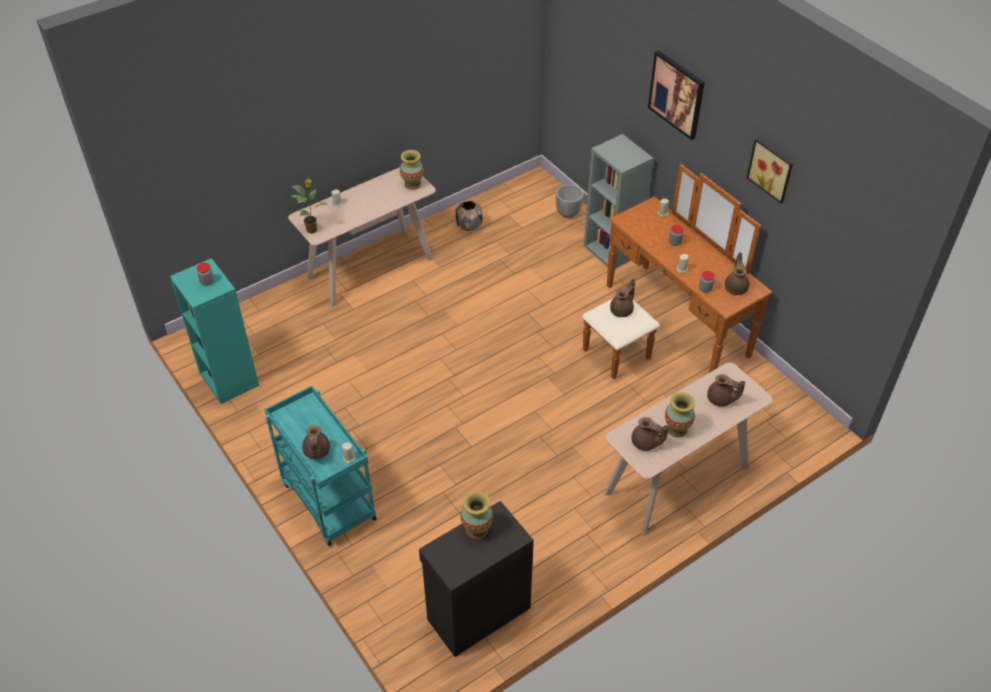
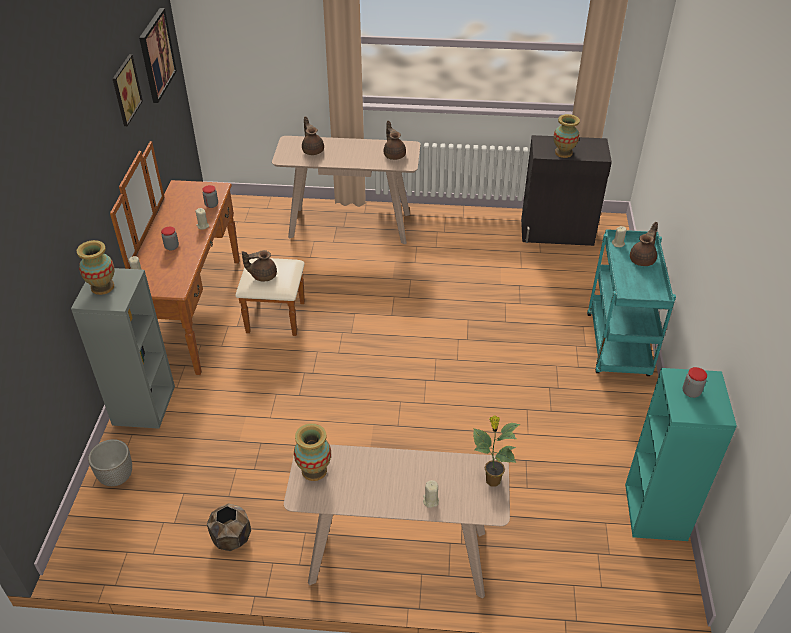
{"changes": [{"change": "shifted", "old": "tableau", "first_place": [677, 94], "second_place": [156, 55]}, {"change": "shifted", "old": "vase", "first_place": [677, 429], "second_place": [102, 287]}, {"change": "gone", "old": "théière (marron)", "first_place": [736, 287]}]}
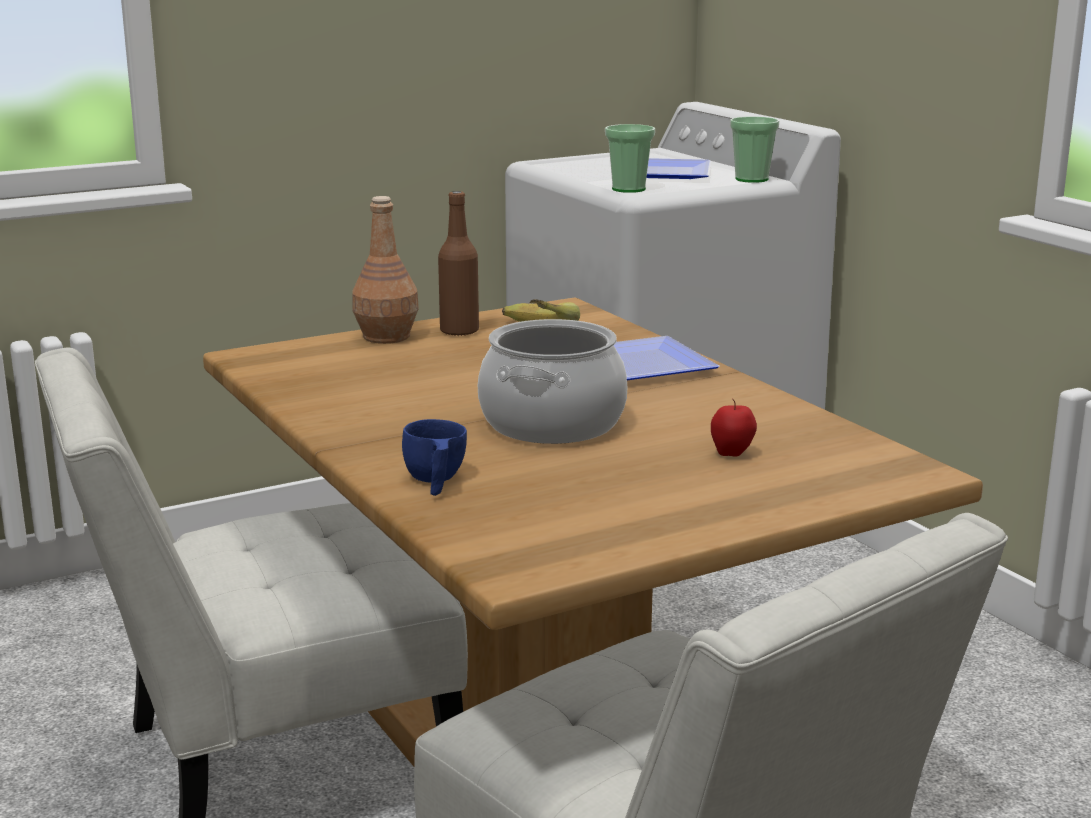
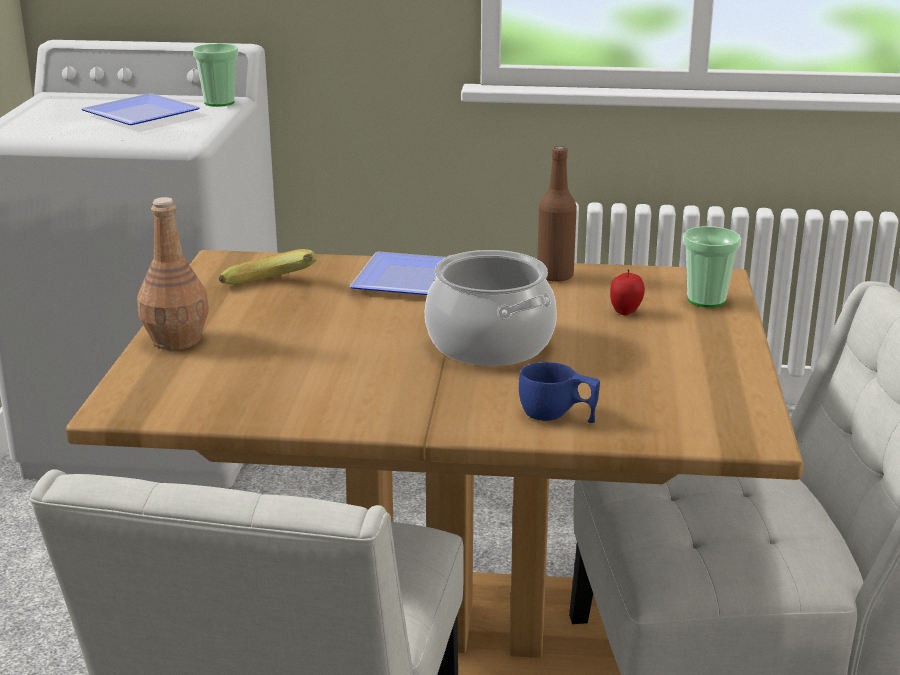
{"changes": [{"change": "shifted", "old": "bouteille (marron)", "first_place": [459, 331], "second_place": [555, 276]}, {"change": "shifted", "old": "tasse", "first_place": [628, 189], "second_place": [706, 300]}]}
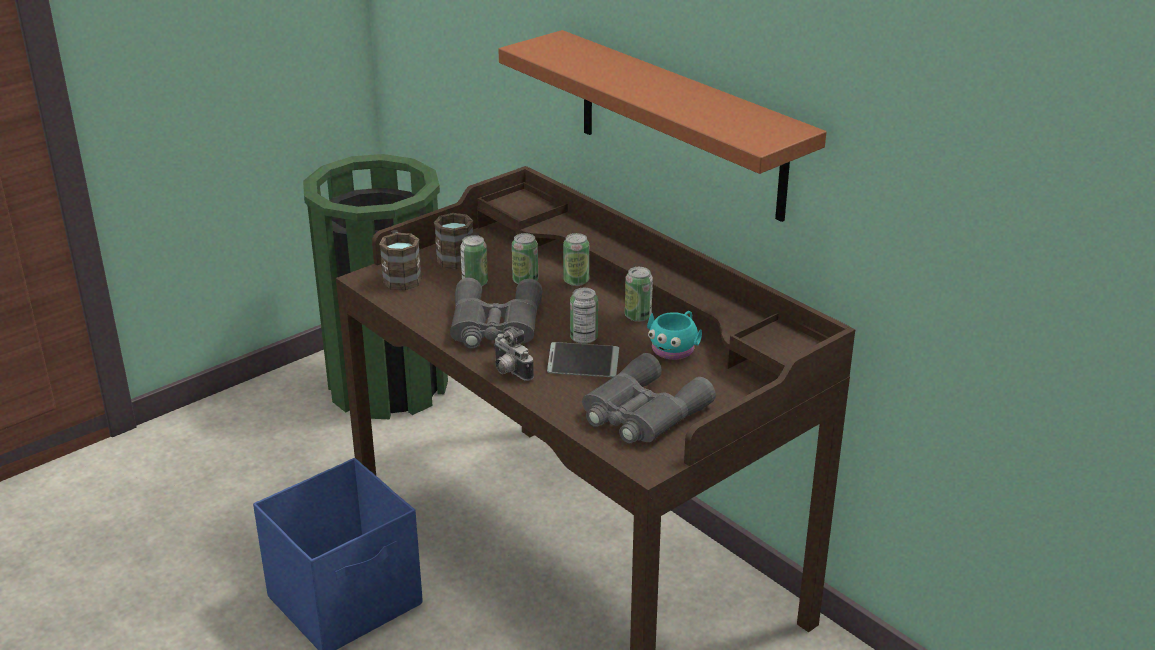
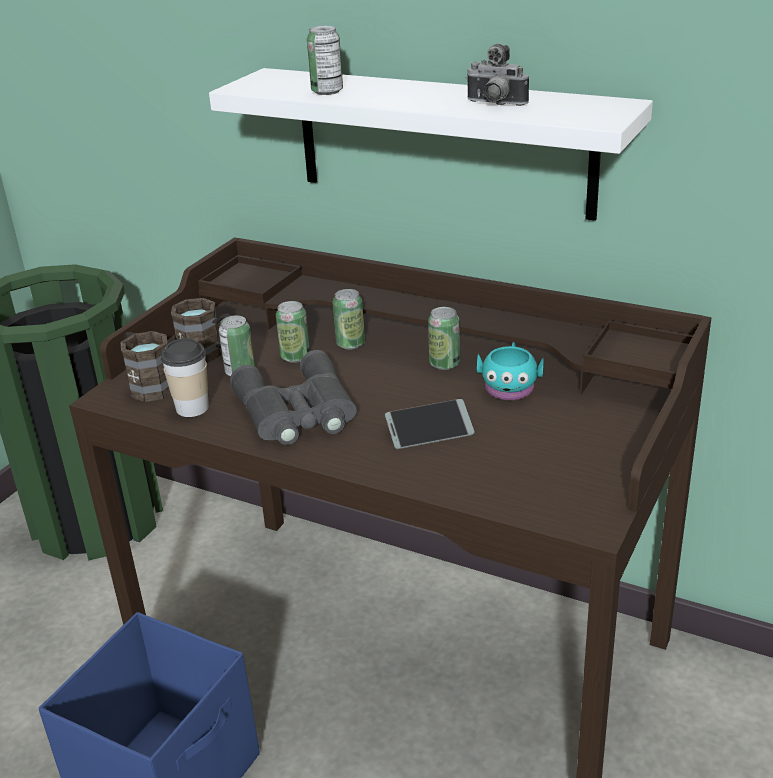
{"changes": [{"change": "shifted", "old": "appareil photo", "first_place": [509, 372], "second_place": [495, 104]}, {"change": "repainted", "old": "étagère (marron)", "new": "étagère (blanc)", "first_place": [680, 125], "second_place": [442, 142]}, {"change": "shifted", "old": "boîte métallique", "first_place": [584, 338], "second_place": [327, 91]}, {"change": "gone", "old": "jumelles (gris)", "first_place": [641, 413]}, {"change": "new", "new": "tasse", "second_place": [192, 408]}]}
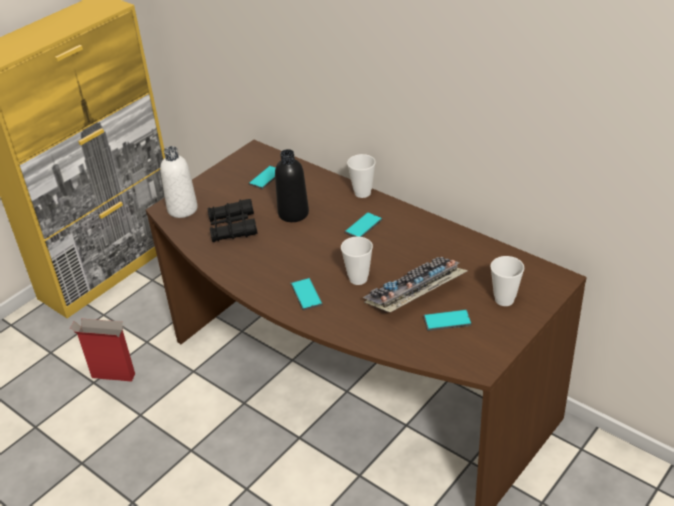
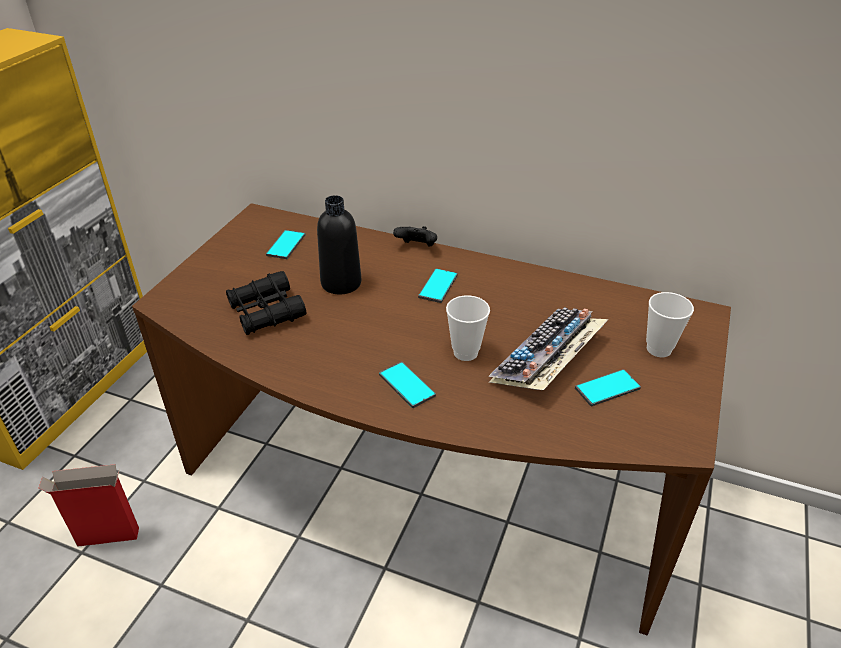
{"changes": [{"change": "gone", "old": "bouteille (blanc)", "first_place": [182, 209]}, {"change": "swapped", "old": "tasse", "new": "manette (noir)", "first_place": [362, 193], "second_place": [417, 247]}]}
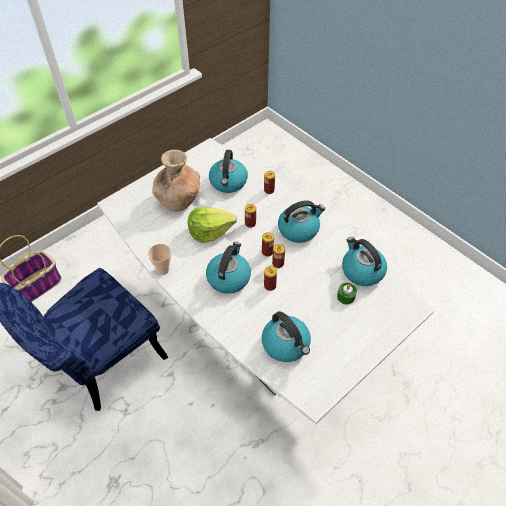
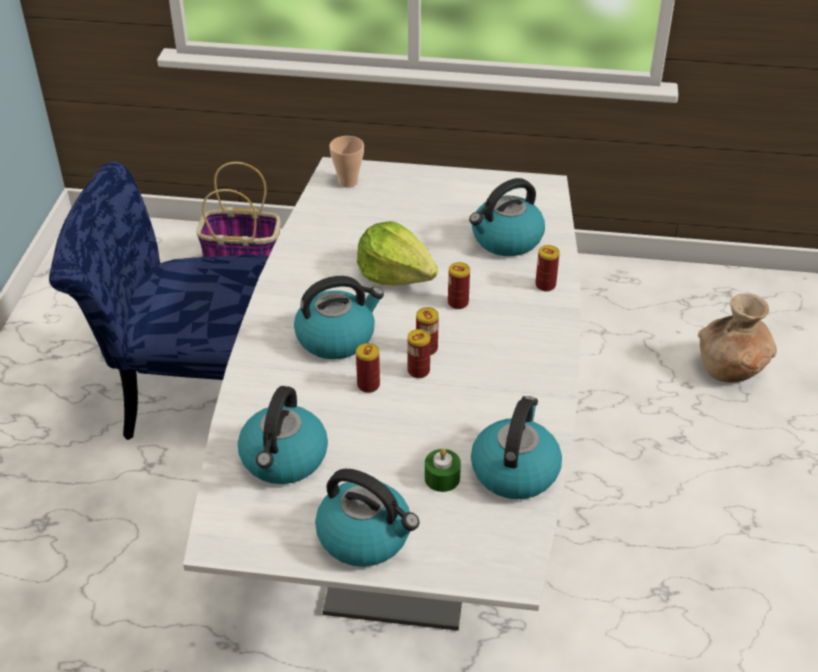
{"changes": [{"change": "shifted", "old": "tasse", "first_place": [163, 269], "second_place": [348, 182]}, {"change": "shifted", "old": "vase (marron)", "first_place": [179, 199], "second_place": [731, 368]}, {"change": "shifted", "old": "bouilloire", "first_place": [299, 229], "second_place": [366, 536]}]}
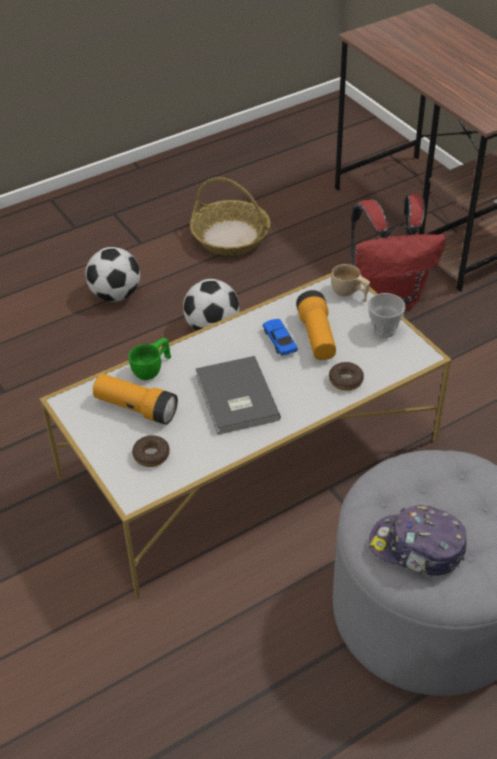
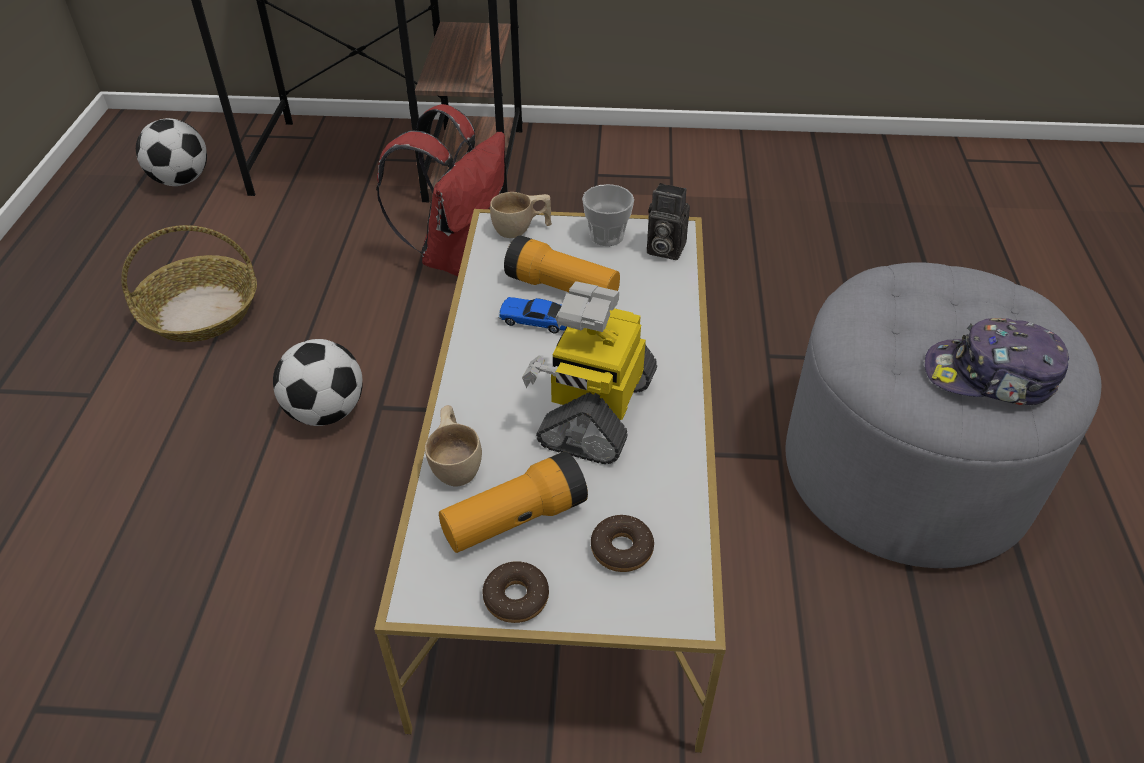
{"changes": [{"change": "shifted", "old": "ballon de foot", "first_place": [116, 295], "second_place": [181, 180]}, {"change": "repainted", "old": "tasse (vert)", "new": "tasse (beige)", "first_place": [152, 369], "second_place": [456, 462]}, {"change": "swapped", "old": "livre (gris)", "new": "robot jouet", "first_place": [235, 398], "second_place": [595, 410]}, {"change": "shifted", "old": "beignet", "first_place": [345, 380], "second_place": [516, 597]}, {"change": "rotated", "old": "casquette", "first_place": [417, 548], "second_place": [990, 377], "degrees": 45}, {"change": "new", "new": "appareil photo", "second_place": [663, 249]}]}
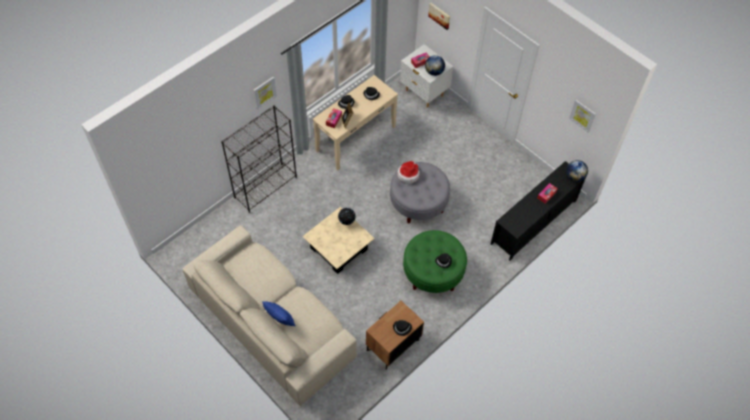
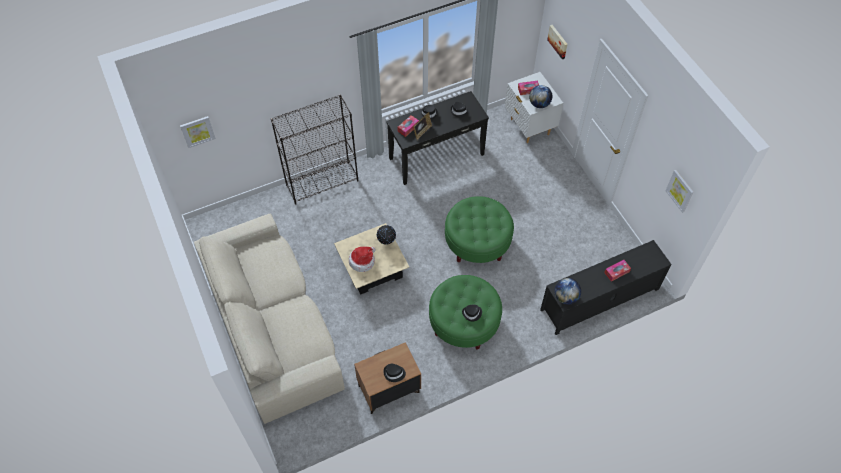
{"changes": [{"change": "shifted", "old": "tableau", "first_place": [264, 92], "second_place": [197, 131]}, {"change": "gone", "old": "coussin (bleu)", "first_place": [280, 319]}, {"change": "repainted", "old": "table console (beige)", "new": "table console (noir)", "first_place": [355, 138], "second_place": [436, 156]}, {"change": "repainted", "old": "pouf (gris)", "new": "pouf (vert)", "first_place": [418, 203], "second_place": [477, 242]}, {"change": "shifted", "old": "chapeau", "first_place": [408, 174], "second_place": [362, 261]}, {"change": "shifted", "old": "globe", "first_place": [574, 177], "second_place": [565, 297]}]}
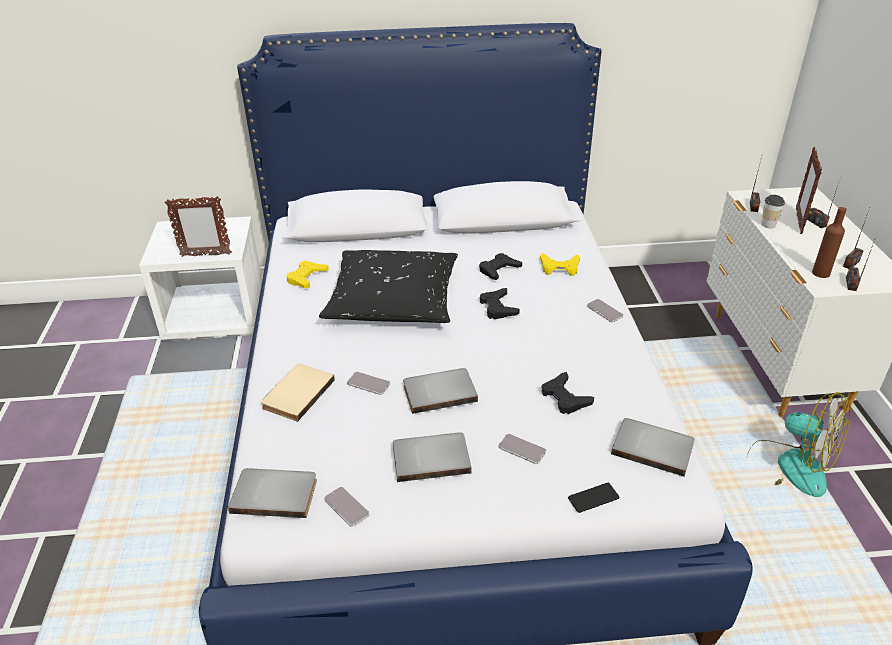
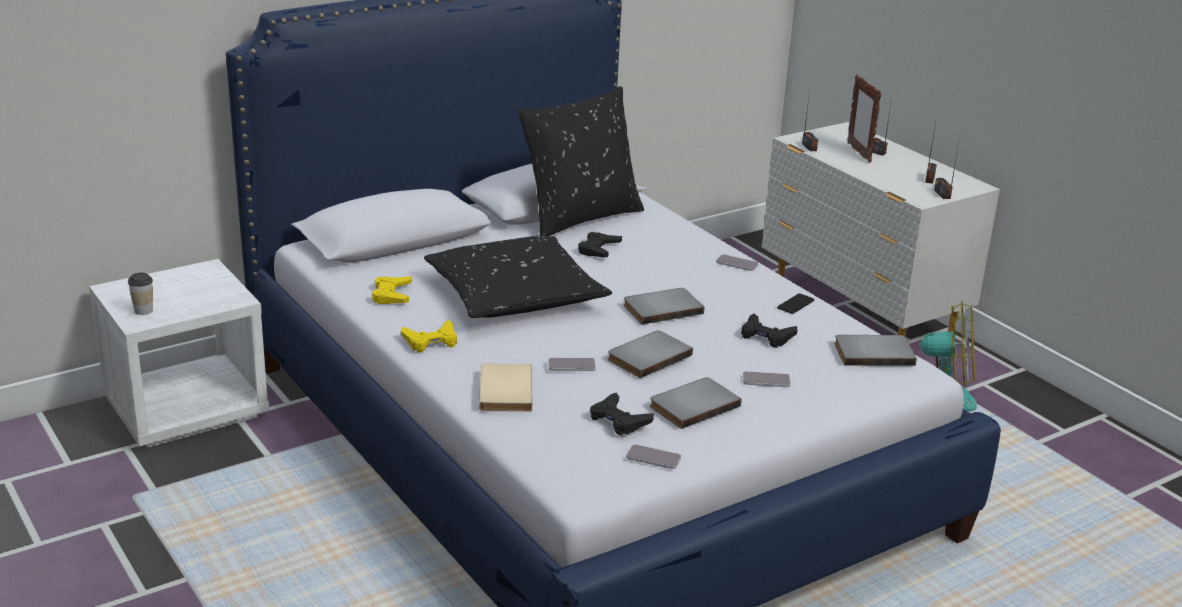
{"changes": [{"change": "gone", "old": "cadre photo", "first_place": [205, 255]}, {"change": "shifted", "old": "livre (gris)", "first_place": [275, 493], "second_place": [661, 308]}, {"change": "shifted", "old": "manette (noir)", "first_place": [498, 307], "second_place": [619, 420]}, {"change": "shifted", "old": "manette (jaune)", "first_place": [559, 268], "second_place": [431, 341]}, {"change": "shifted", "old": "téléphone", "first_place": [593, 498], "second_place": [795, 304]}, {"change": "shifted", "old": "tasse", "first_place": [768, 224], "second_place": [143, 310]}, {"change": "gone", "old": "bouteille (marron)", "first_place": [820, 273]}, {"change": "new", "new": "coussin (noir)", "second_place": [580, 217]}]}
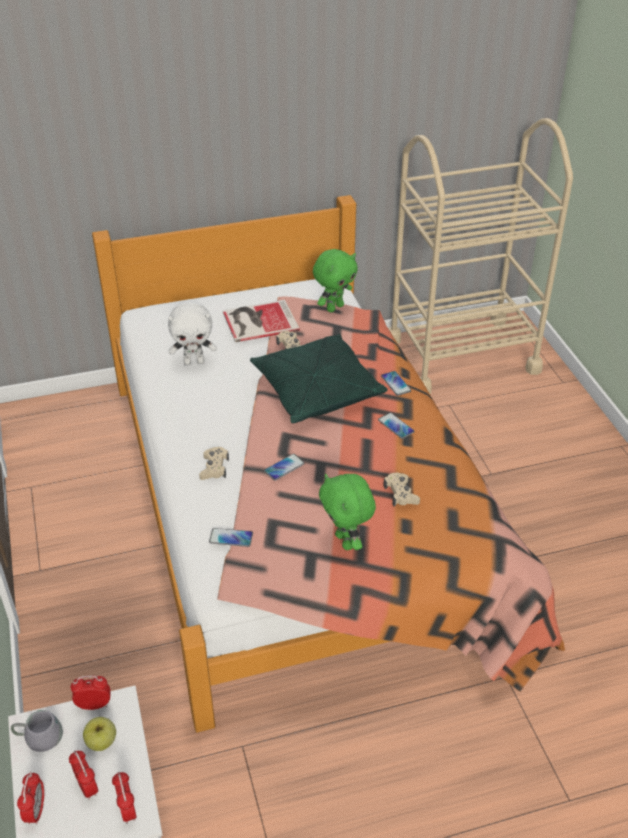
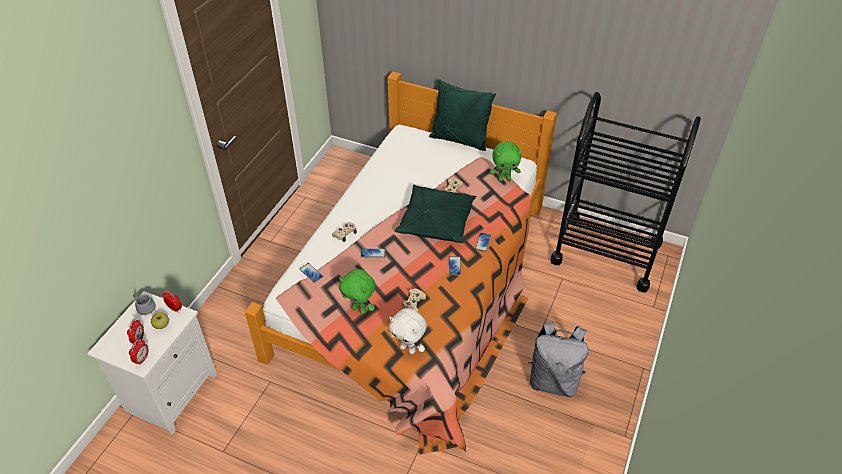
{"changes": [{"change": "gone", "old": "réveil", "first_place": [36, 810]}, {"change": "shifted", "old": "peluche (blanc)", "first_place": [194, 362], "second_place": [408, 349]}, {"change": "gone", "old": "livre", "first_place": [258, 321]}, {"change": "rotated", "old": "peluche (vert)", "first_place": [346, 541], "second_place": [359, 309], "degrees": -75}, {"change": "repainted", "old": "chariot (beige)", "new": "chariot (noir)", "first_place": [461, 355], "second_place": [606, 252]}, {"change": "new", "new": "coussin (vert)", "second_place": [459, 140]}, {"change": "new", "new": "sac à dos (gris)", "second_place": [553, 380]}]}
